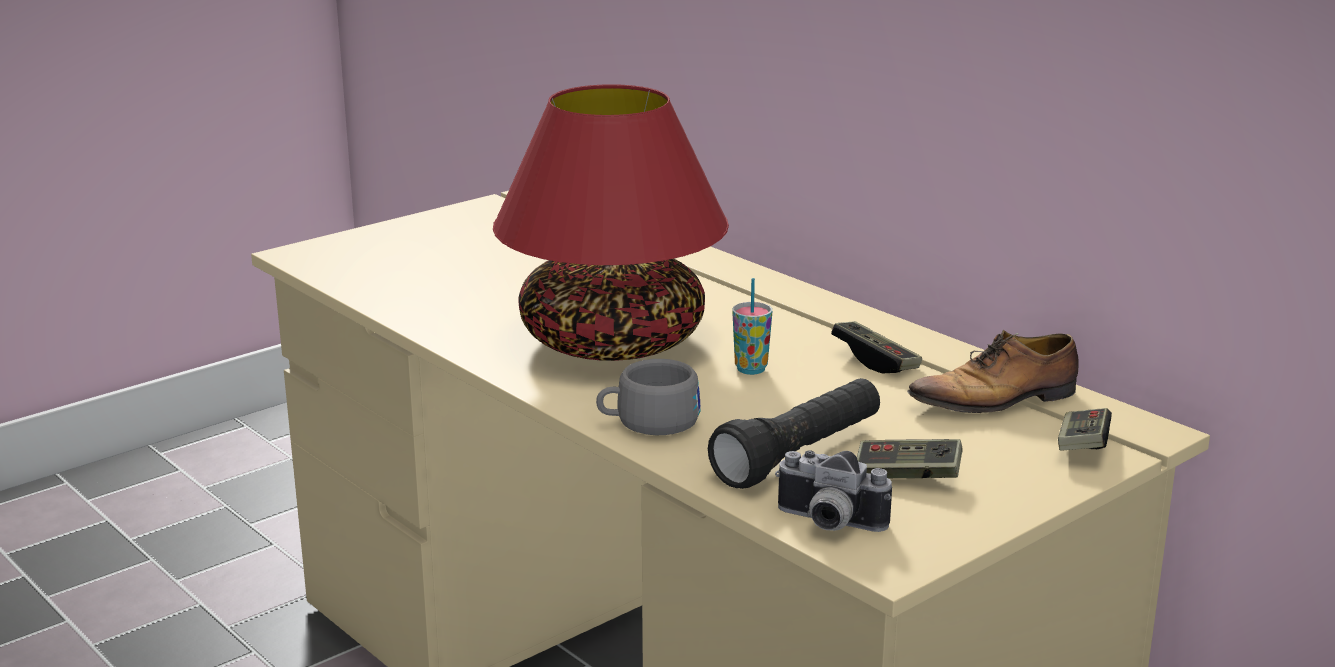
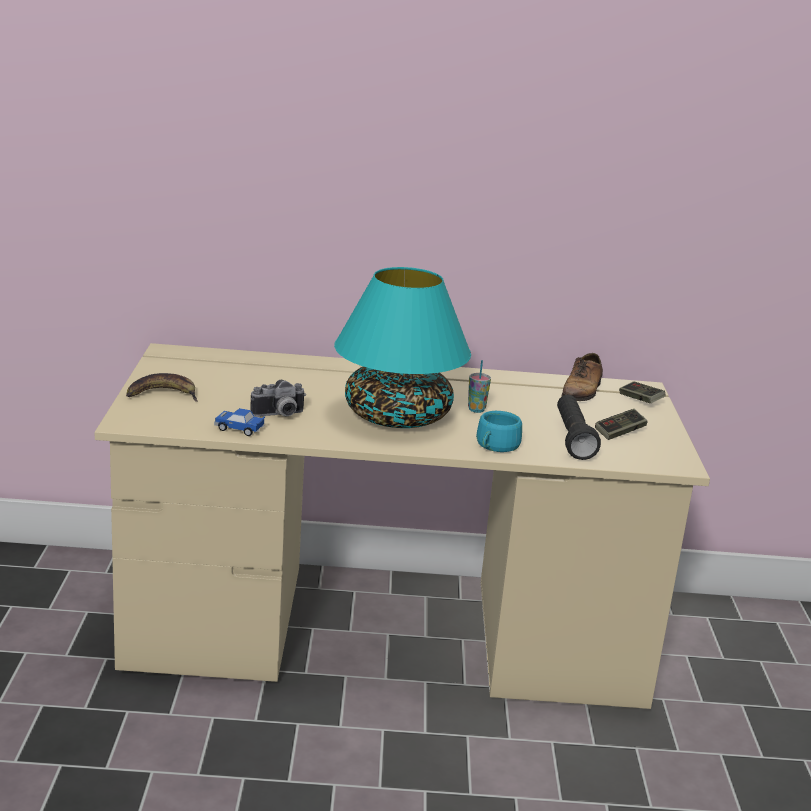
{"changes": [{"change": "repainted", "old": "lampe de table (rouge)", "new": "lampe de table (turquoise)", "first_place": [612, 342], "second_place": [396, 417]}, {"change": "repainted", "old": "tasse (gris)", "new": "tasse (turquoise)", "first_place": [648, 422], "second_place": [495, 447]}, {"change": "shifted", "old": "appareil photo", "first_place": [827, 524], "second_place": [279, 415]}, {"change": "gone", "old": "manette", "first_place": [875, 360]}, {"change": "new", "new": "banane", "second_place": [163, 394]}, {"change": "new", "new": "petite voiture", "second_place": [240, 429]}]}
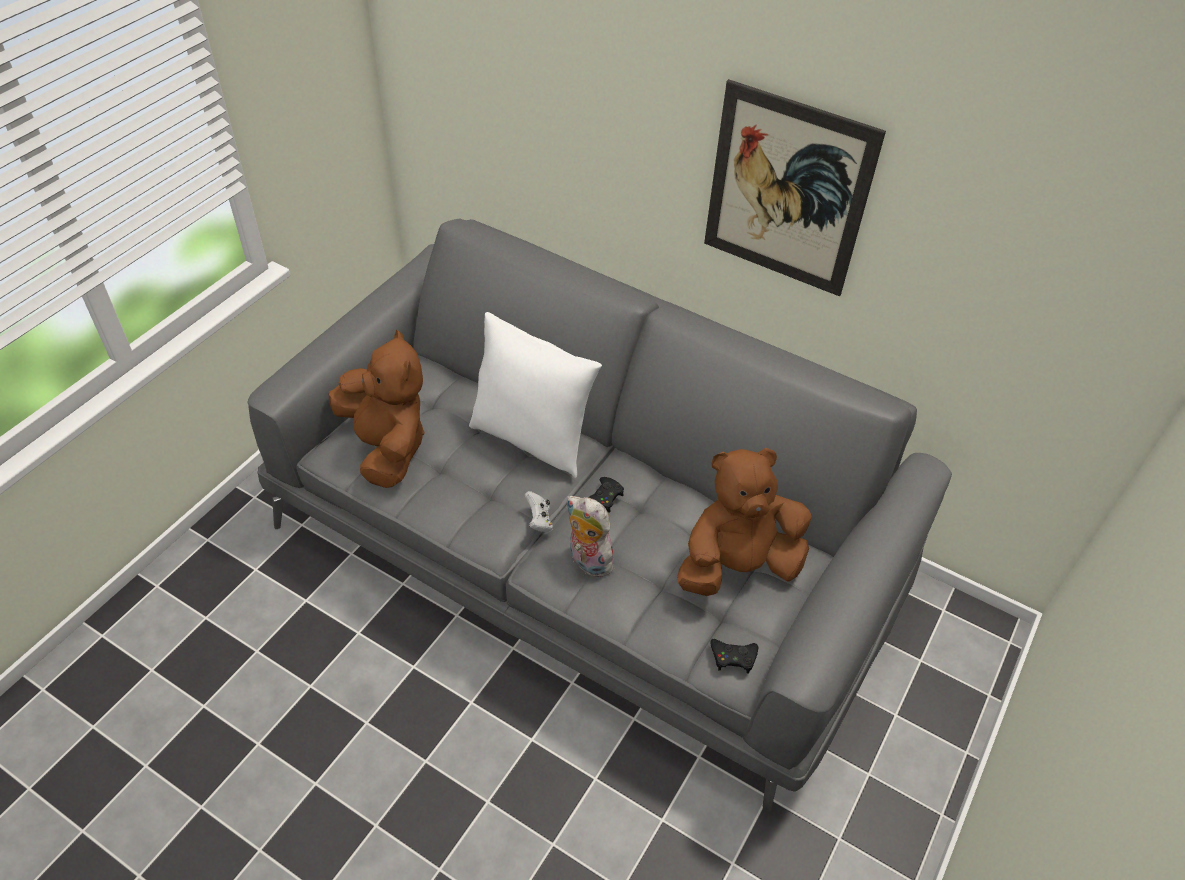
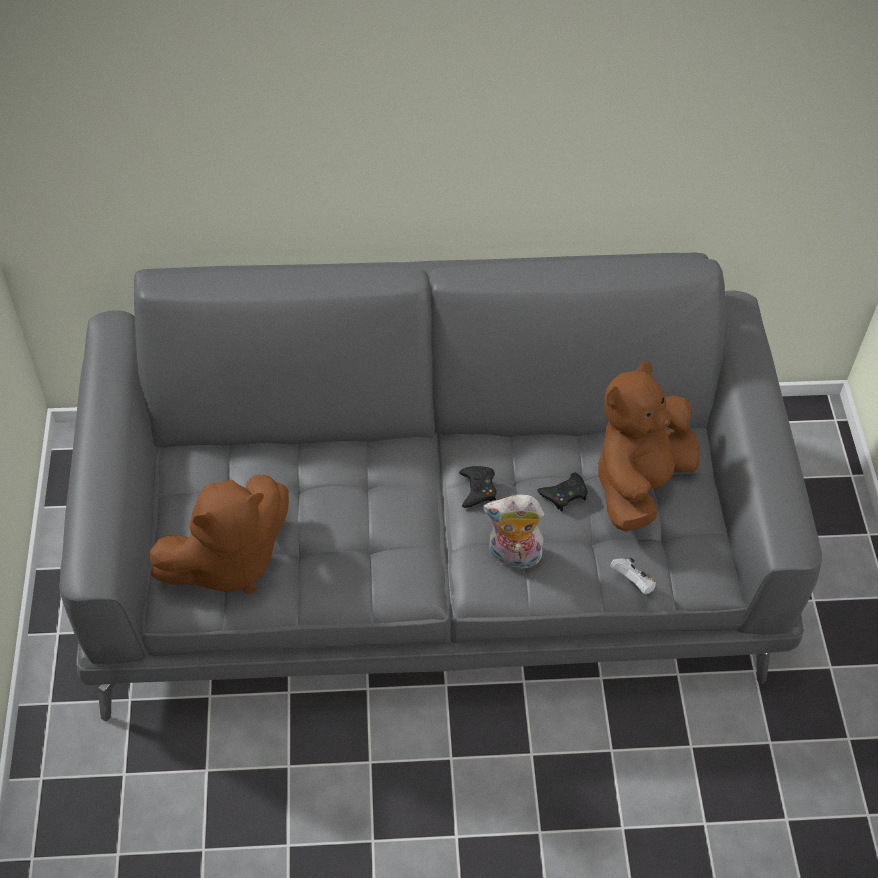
{"changes": [{"change": "rotated", "old": "peluche (marron)", "first_place": [386, 447], "second_place": [228, 561], "degrees": 120}, {"change": "gone", "old": "coussin (blanc)", "first_place": [531, 438]}, {"change": "shifted", "old": "manette (blanc)", "first_place": [539, 520], "second_place": [633, 583]}, {"change": "gone", "old": "tableau", "first_place": [787, 191]}, {"change": "shifted", "old": "manette (noir)", "first_place": [733, 657], "second_place": [564, 494]}]}
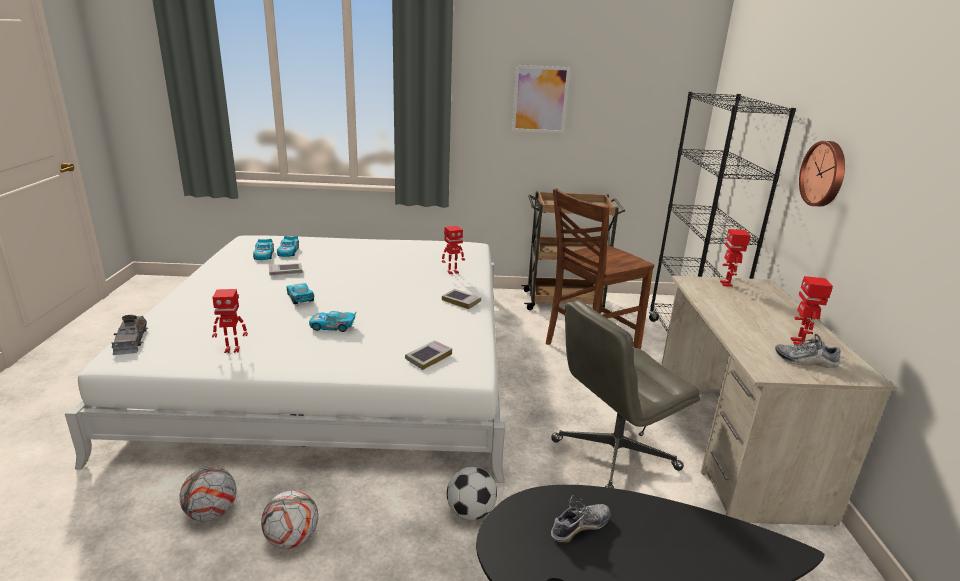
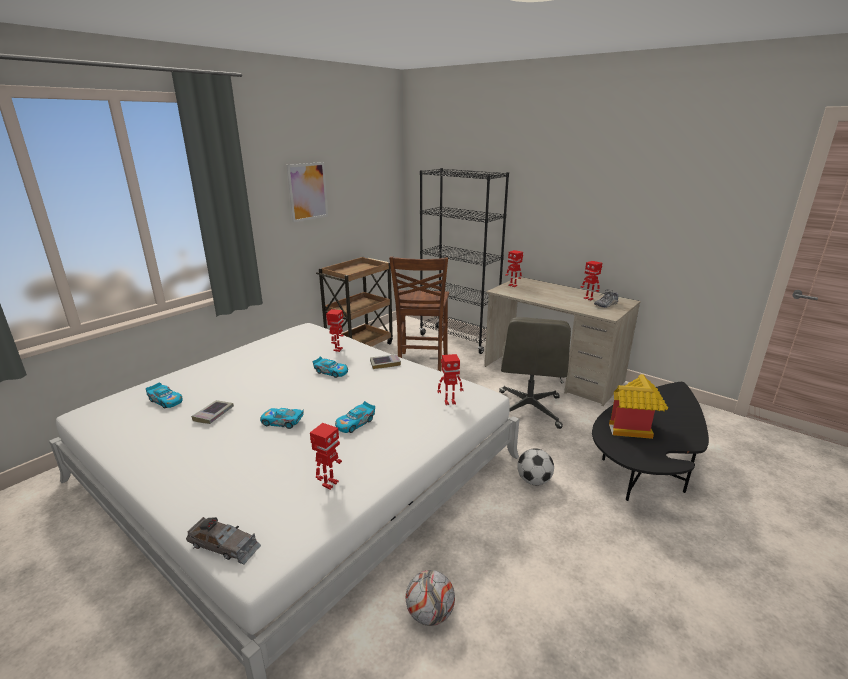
{"changes": [{"change": "shifted", "old": "petite voiture", "first_place": [264, 255], "second_place": [331, 372]}, {"change": "gone", "old": "ballon de foot", "first_place": [292, 539]}, {"change": "swapped", "old": "livre", "new": "robot jouet", "first_place": [428, 357], "second_place": [449, 402]}, {"change": "swapped", "old": "chaussure", "new": "maison miniature", "first_place": [579, 527], "second_place": [633, 429]}, {"change": "gone", "old": "horloge murale", "first_place": [824, 174]}]}
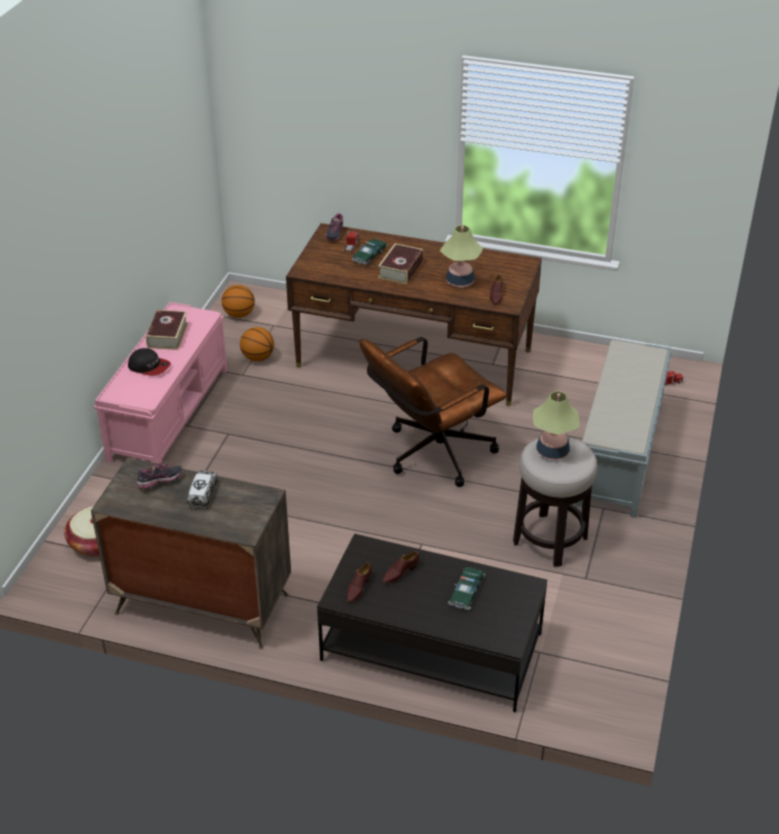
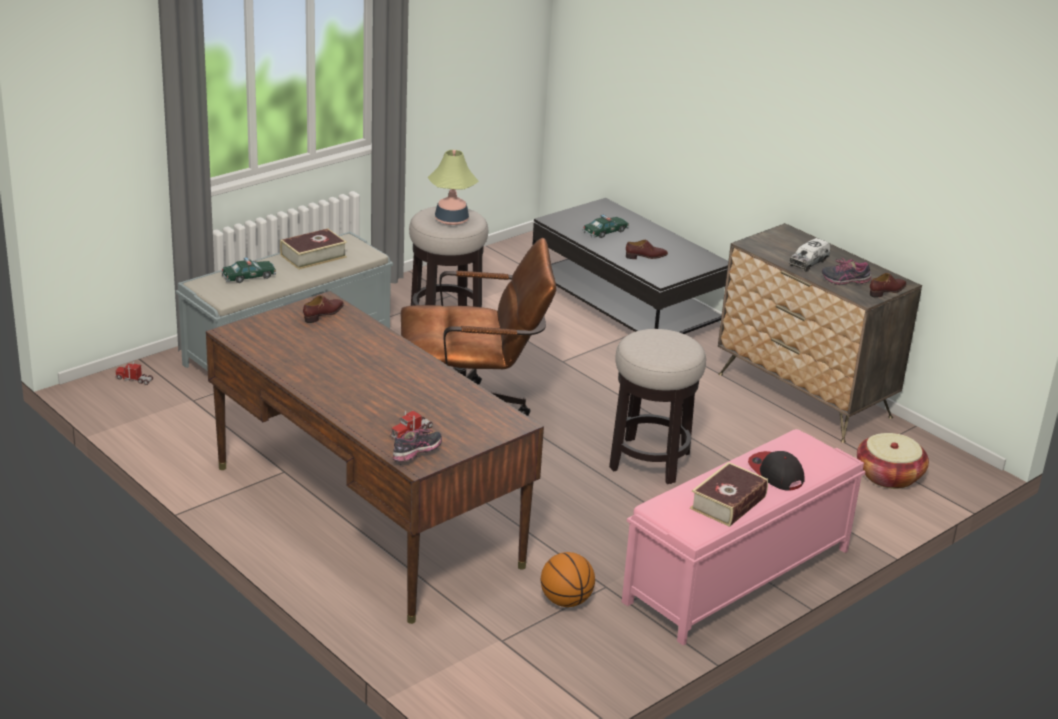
{"changes": [{"change": "gone", "old": "ballon de basket", "first_place": [239, 314]}, {"change": "shifted", "old": "chaussure (marron)", "first_place": [358, 588], "second_place": [887, 291]}, {"change": "shifted", "old": "petite voiture", "first_place": [369, 256], "second_place": [249, 277]}, {"change": "shifted", "old": "livre", "first_place": [401, 269], "second_place": [313, 256]}, {"change": "gone", "old": "lampe de table", "first_place": [460, 281]}, {"change": "new", "new": "tabouret", "second_place": [649, 461]}]}
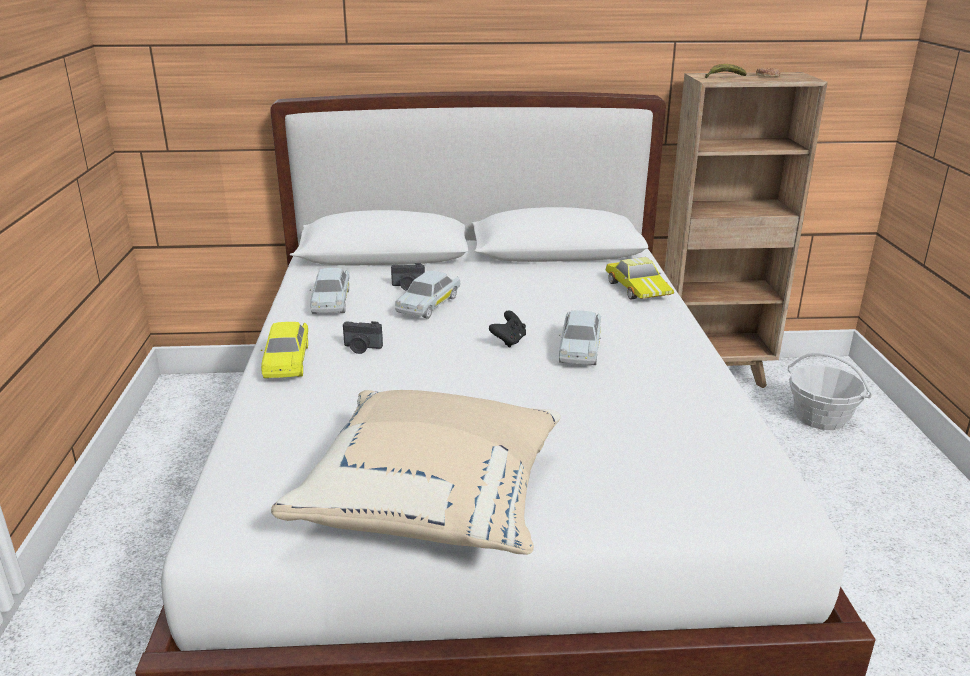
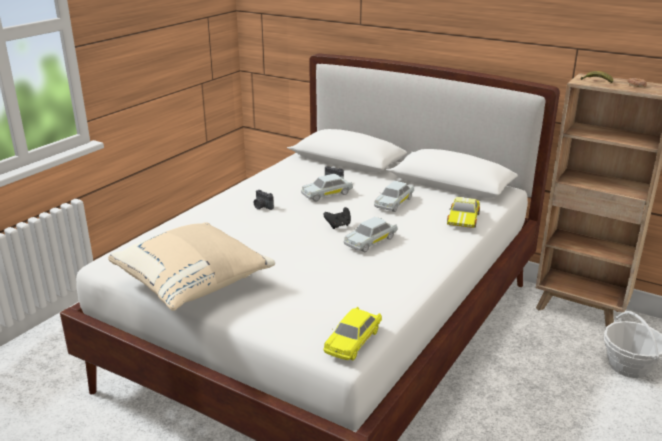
{"changes": [{"change": "shifted", "old": "petite voiture (jaune)", "first_place": [287, 361], "second_place": [353, 341]}, {"change": "shifted", "old": "petite voiture (blanc)", "first_place": [331, 301], "second_place": [394, 203]}]}
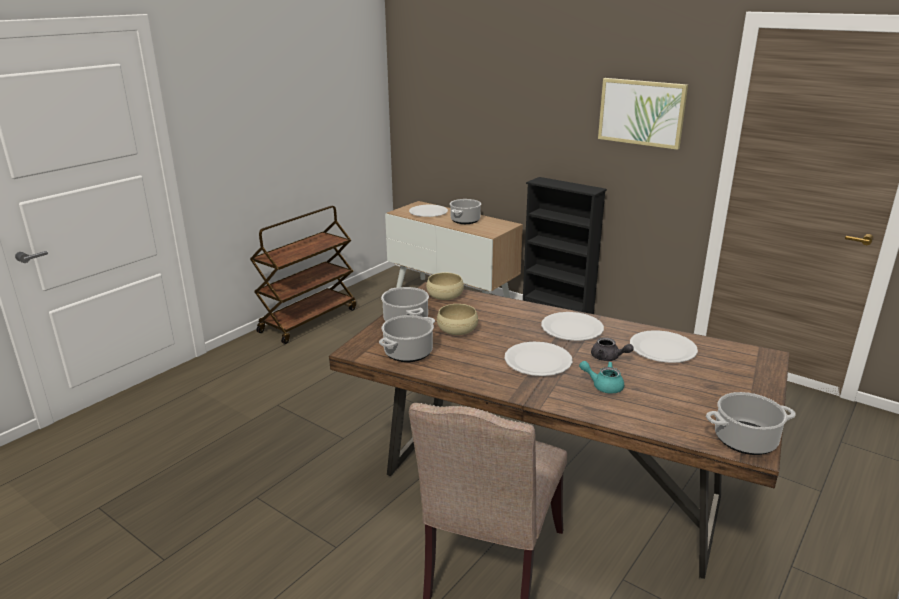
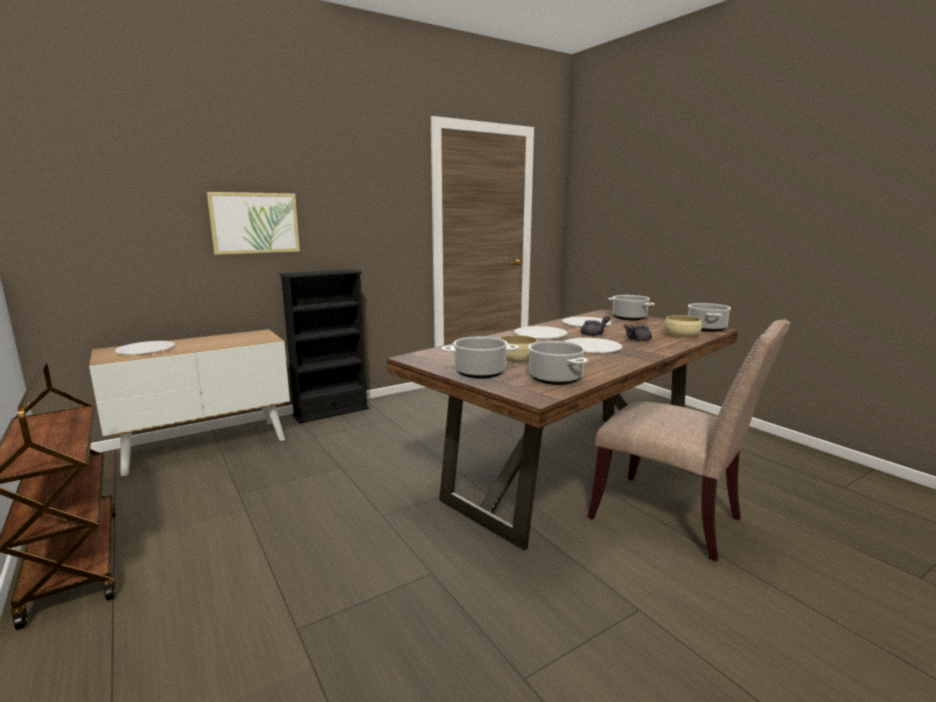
{"changes": [{"change": "shifted", "old": "bol (beige)", "first_place": [444, 296], "second_place": [681, 335]}, {"change": "shifted", "old": "marmite", "first_place": [465, 220], "second_place": [628, 318]}, {"change": "repainted", "old": "théière (turquoise)", "new": "théière (gris)", "first_place": [603, 385], "second_place": [636, 340]}, {"change": "shifted", "old": "tableau", "first_place": [641, 112], "second_place": [255, 223]}]}
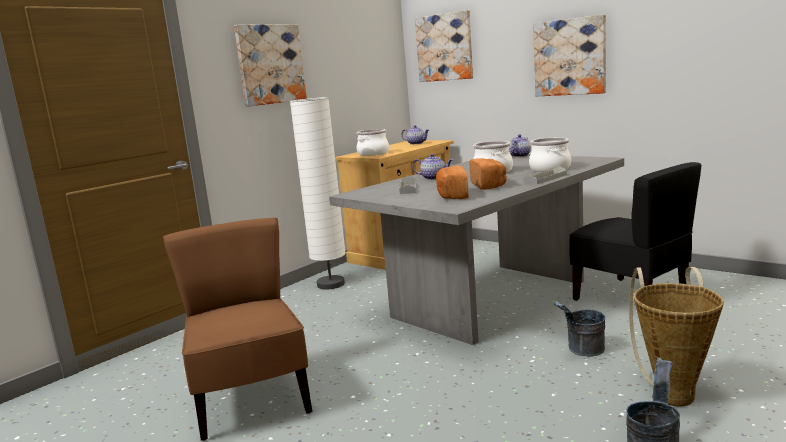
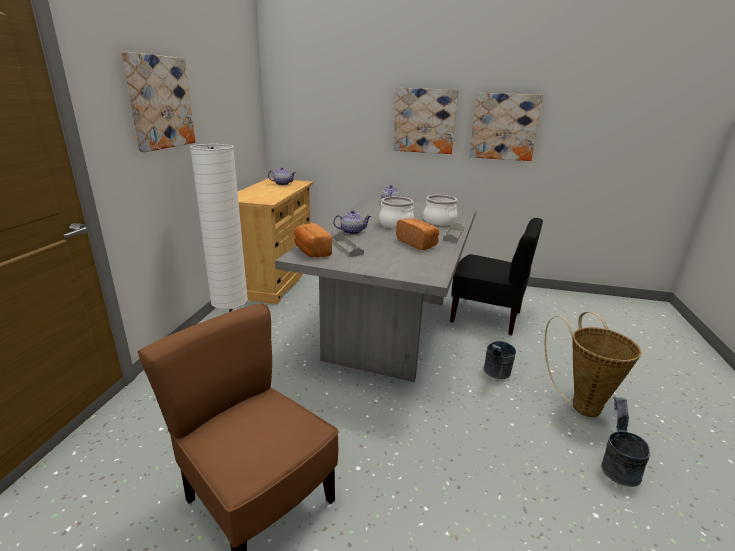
{"changes": [{"change": "gone", "old": "marmite", "first_place": [373, 154]}, {"change": "shifted", "old": "tableau", "first_place": [445, 47], "second_place": [504, 127]}, {"change": "shifted", "old": "pain", "first_place": [452, 195], "second_place": [311, 251]}]}
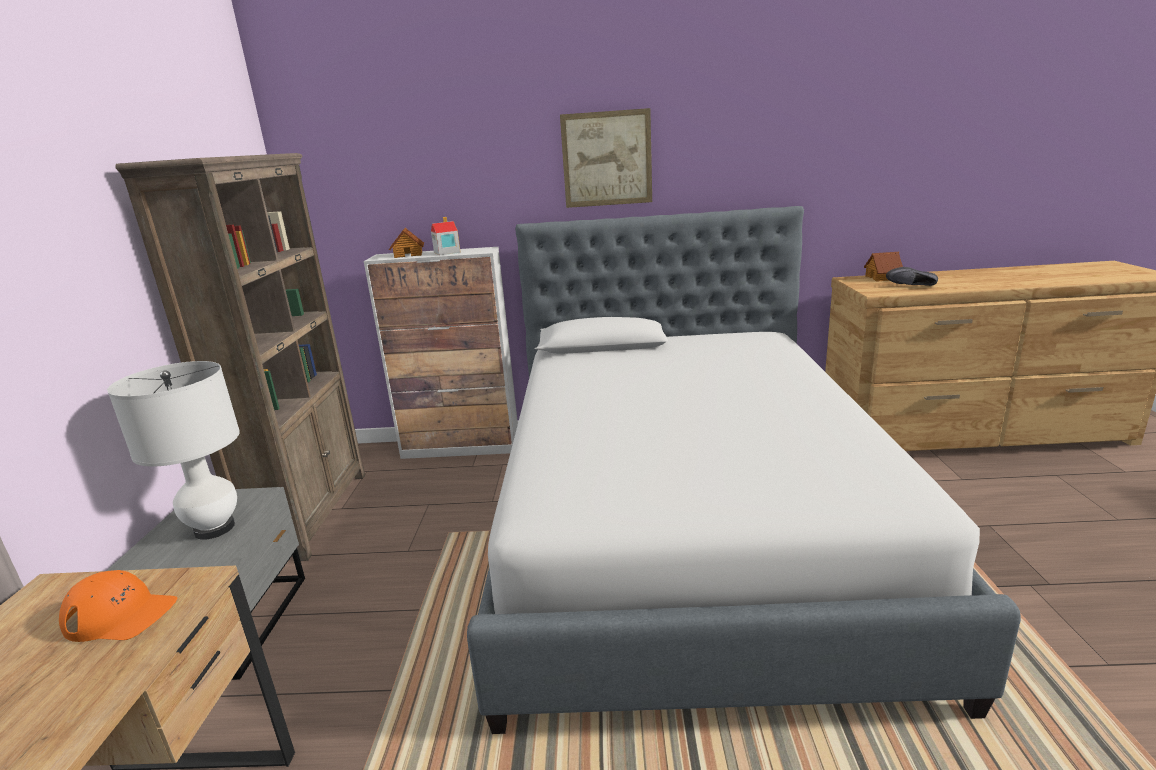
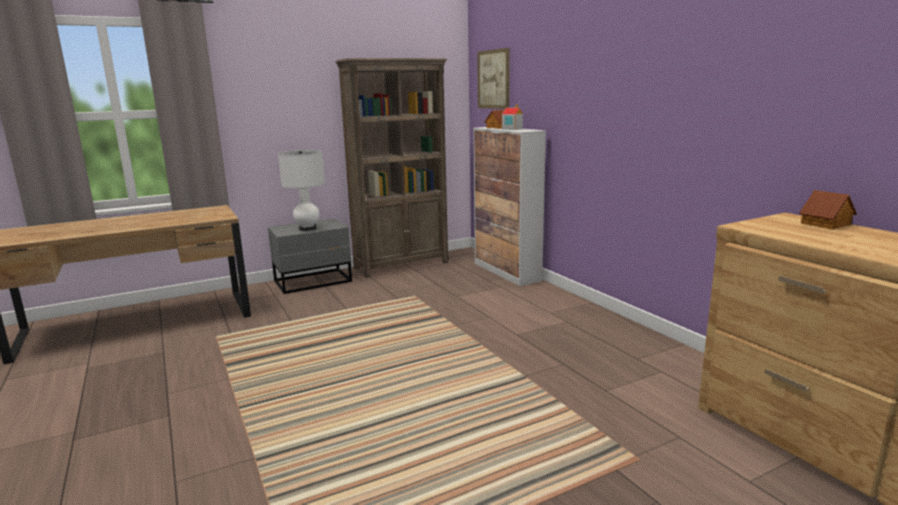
{"changes": [{"change": "gone", "old": "casquette (orange)", "first_place": [121, 615]}, {"change": "gone", "old": "lit", "first_place": [686, 529]}, {"change": "shifted", "old": "tableau", "first_place": [607, 159], "second_place": [493, 79]}, {"change": "gone", "old": "chaussure (noir)", "first_place": [912, 286]}]}
